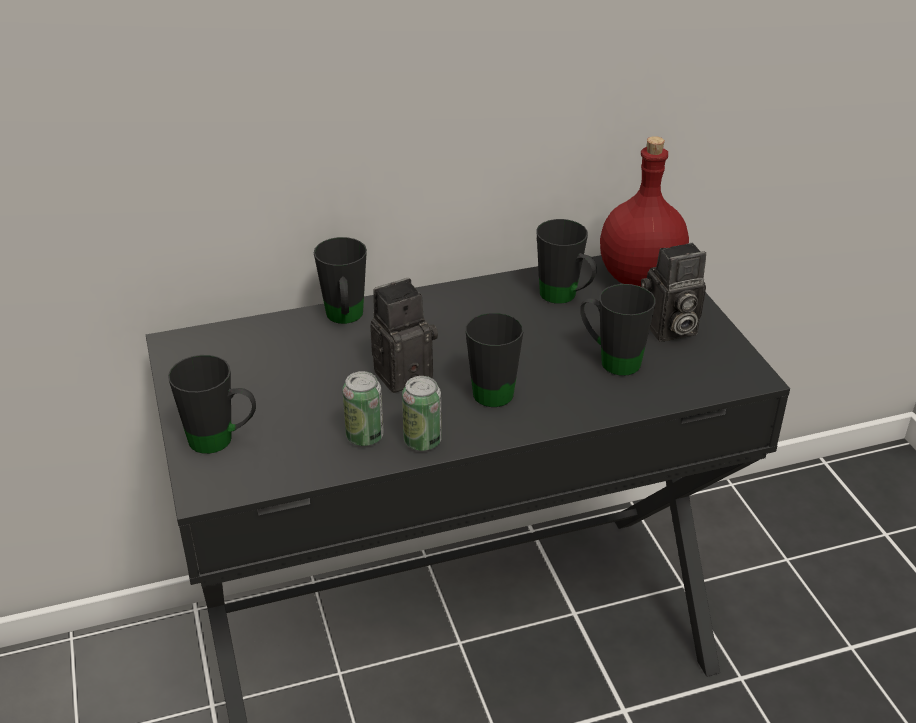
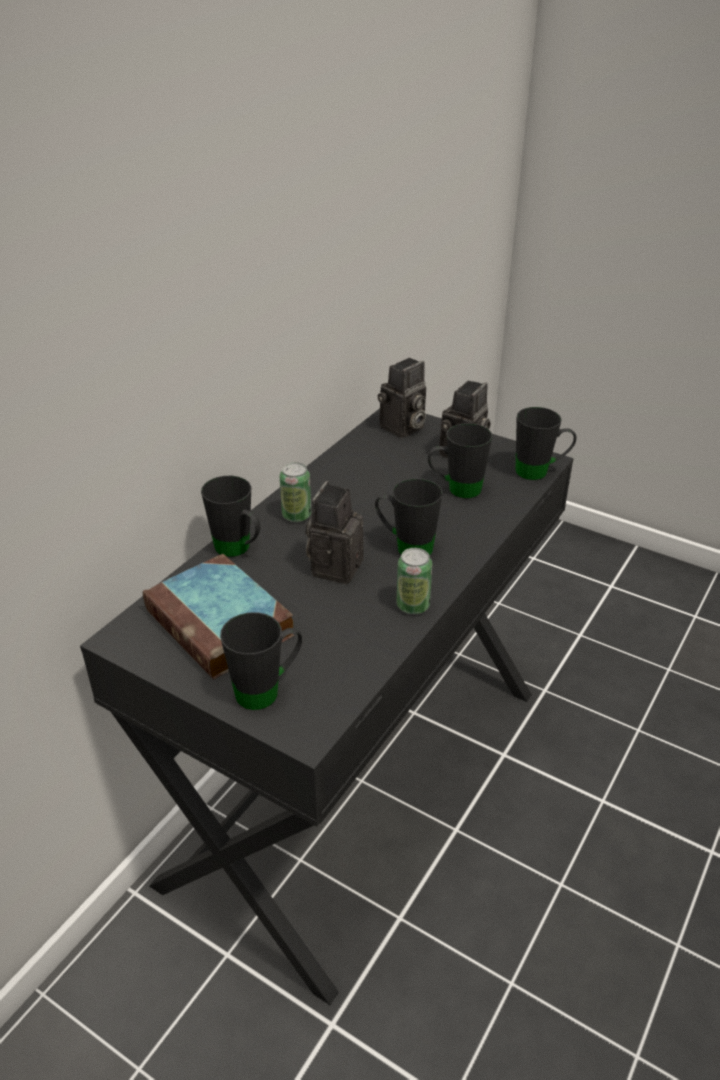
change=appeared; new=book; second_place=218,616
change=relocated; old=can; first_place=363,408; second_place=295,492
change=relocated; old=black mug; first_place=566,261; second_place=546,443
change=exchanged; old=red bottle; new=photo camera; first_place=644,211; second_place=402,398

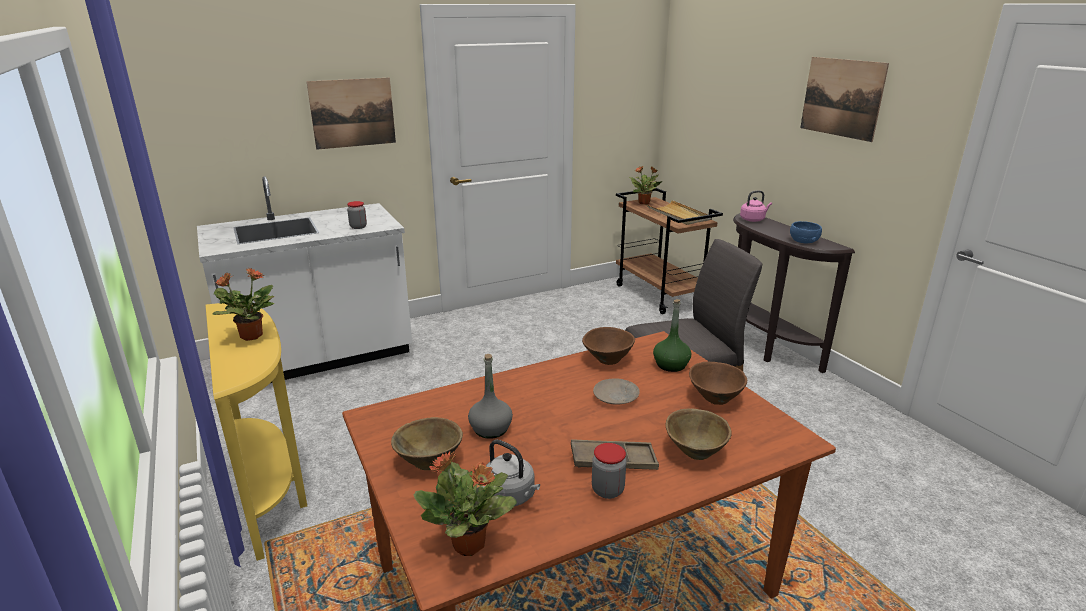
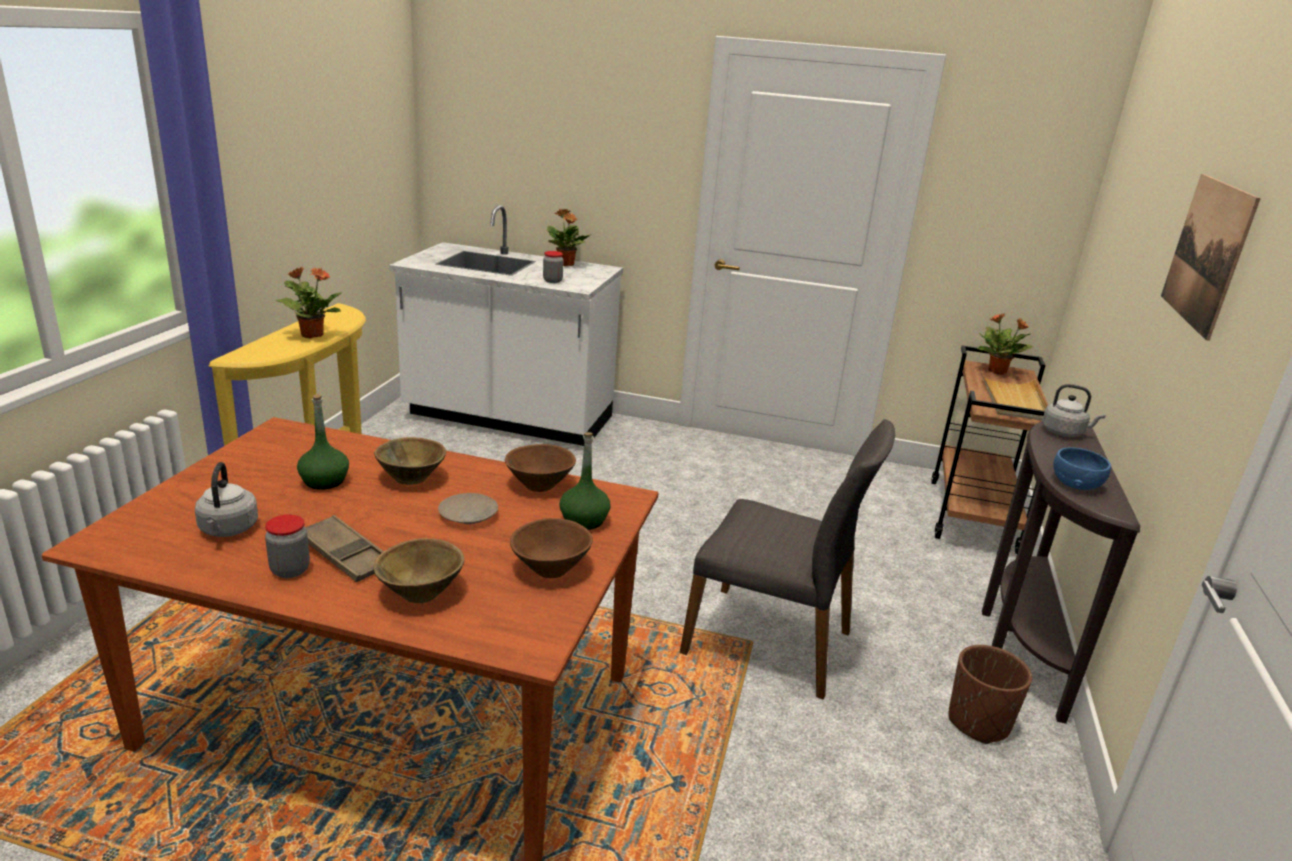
change=missing; old=picture; first_place=351,114
change=appeared; new=brown planter; second_place=990,694
change=relocated; old=brown bowl; first_place=427,443; second_place=410,461
change=relocated; old=potted plant; first_place=465,503; second_place=569,237
change=colour; old=grey bottle; new=green bottle; first_place=490,396; second_place=323,442
change=colour; old=pink kettle; new=grey kettle; first_place=756,206; second_place=1074,410

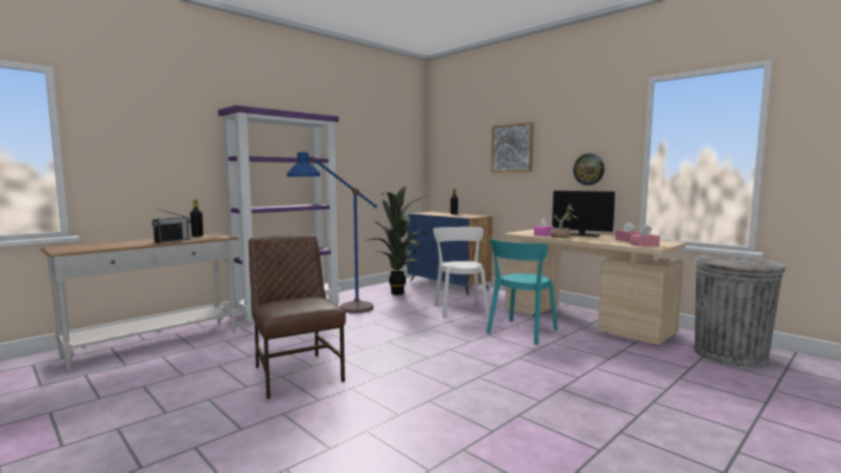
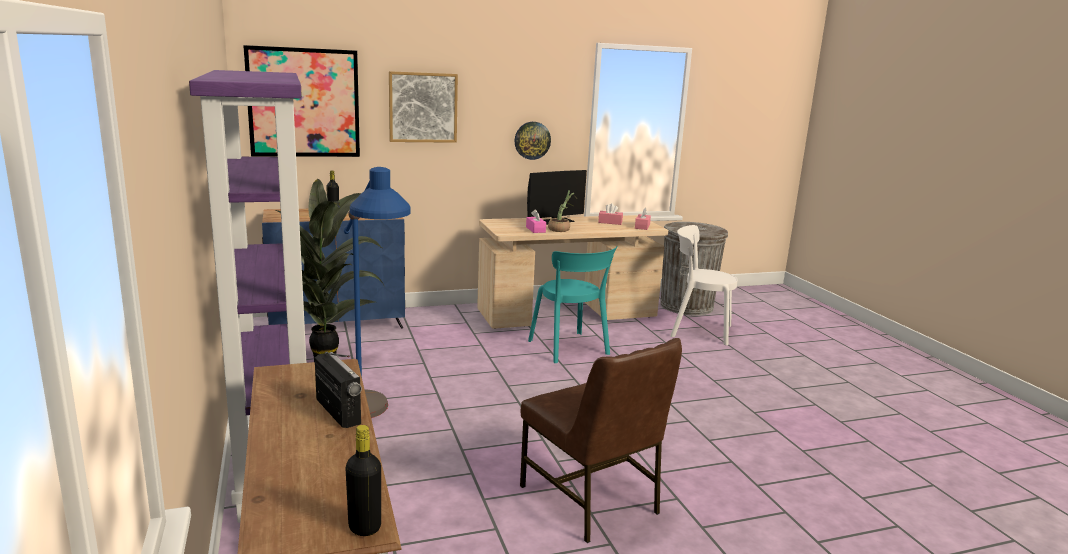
change=appeared; new=picture; second_place=301,101
change=relocated; old=black bottle; first_place=196,218; second_place=363,480
change=relocated; old=white chair; first_place=461,272; second_place=703,285
change=spun; old=brown chair; first_place=297,317; second_place=601,440; degrees=-120

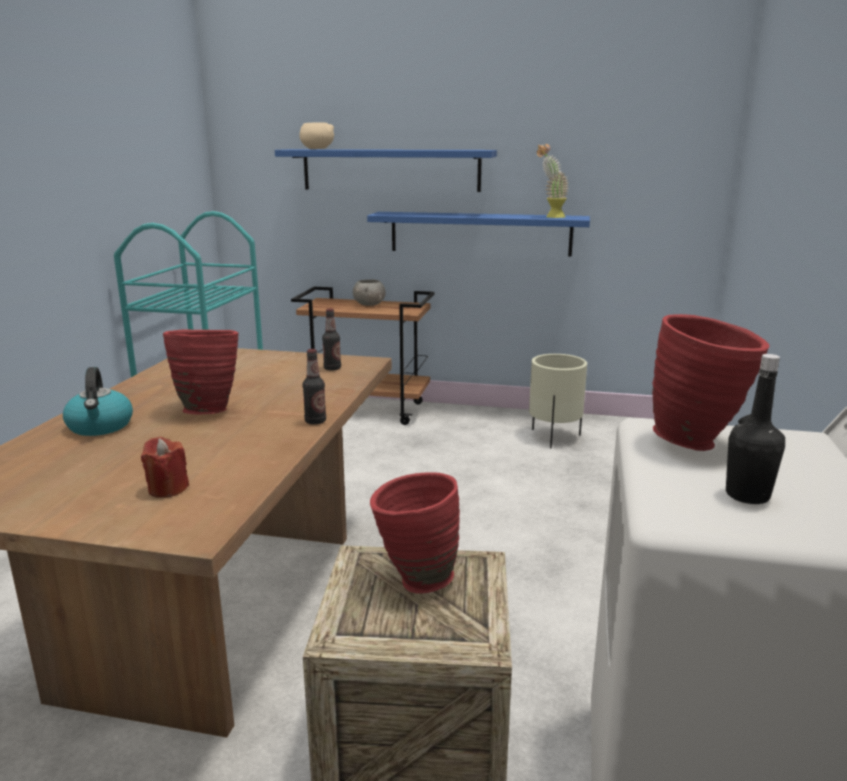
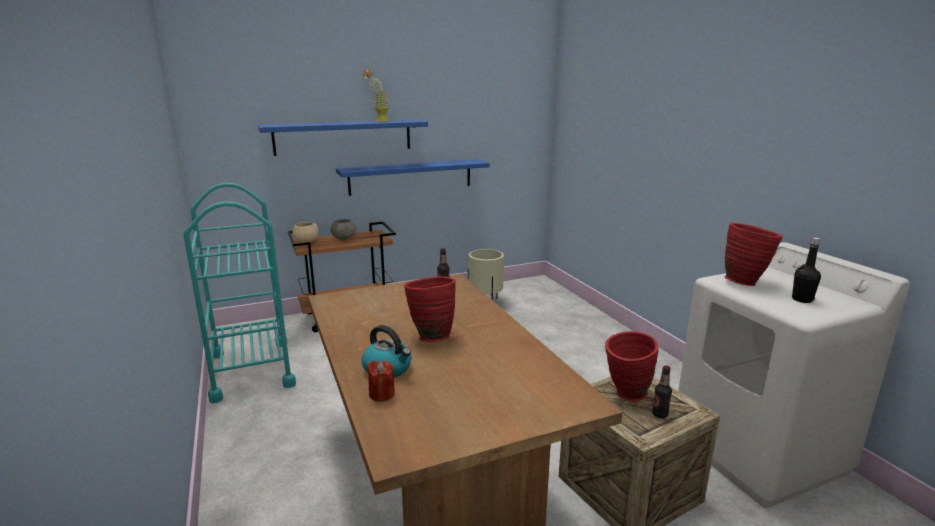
change=relocated; old=red candle; first_place=165,467; second_place=381,381
change=relocated; old=beige bowl; first_place=316,135; second_place=305,232
change=relocated; old=bottle; first_place=314,387; second_place=662,391
change=relocated; old=potted plant; first_place=553,181; second_place=376,95

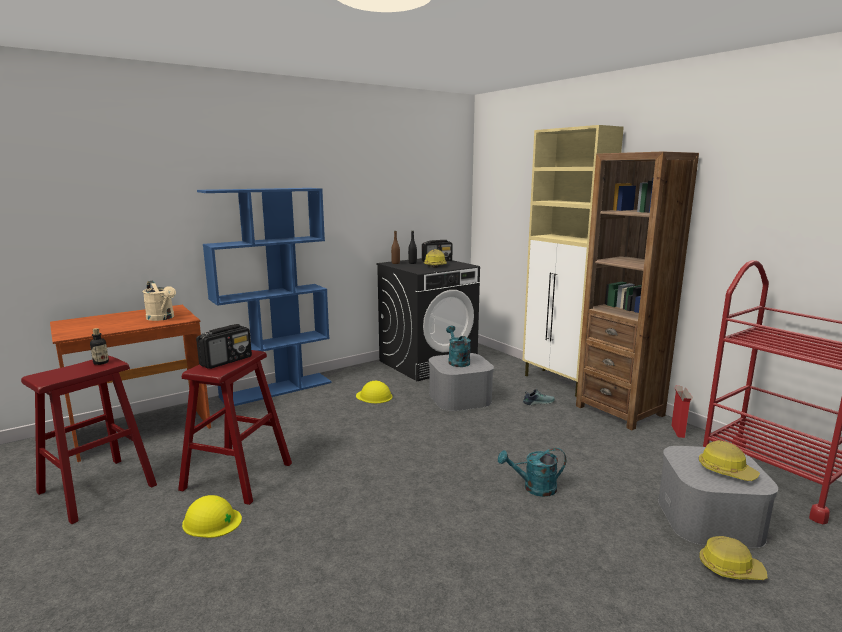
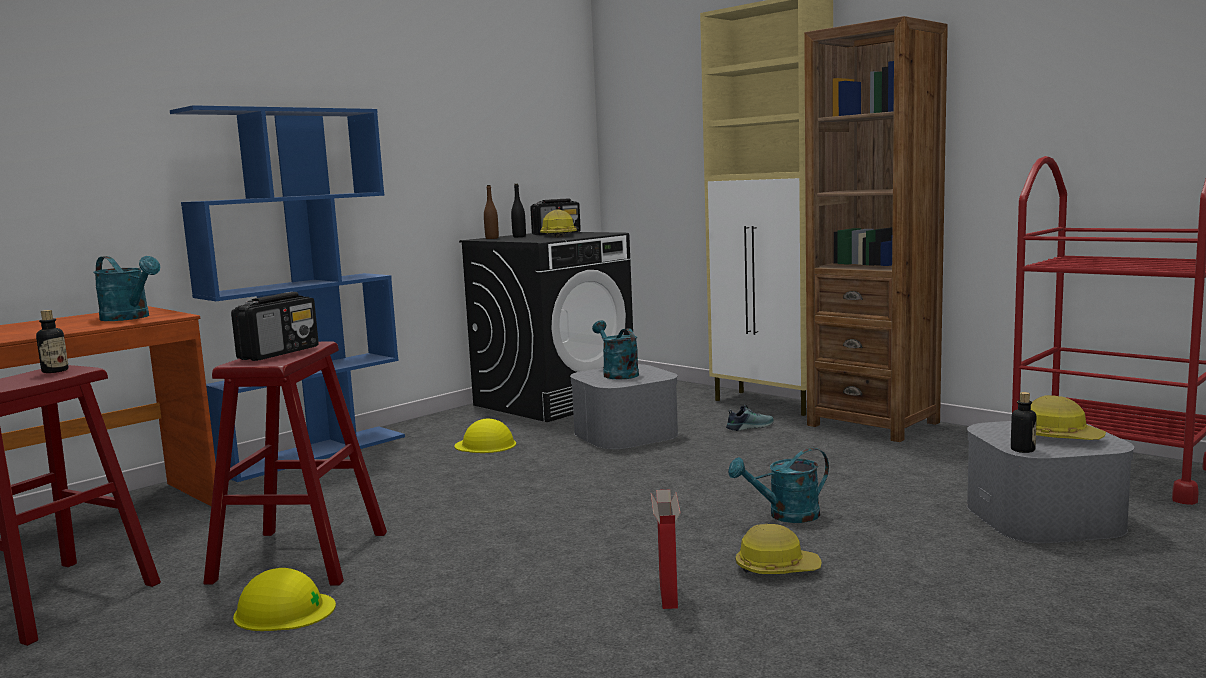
change=appeared; new=bottle; second_place=1024,422
change=relocated; old=cardboard box; first_place=682,412; second_place=665,549
change=relocated; old=hard hat; first_place=733,558; second_place=778,549
change=colour; old=beige watering can; new=turquoise watering can; first_place=159,301; second_place=127,288

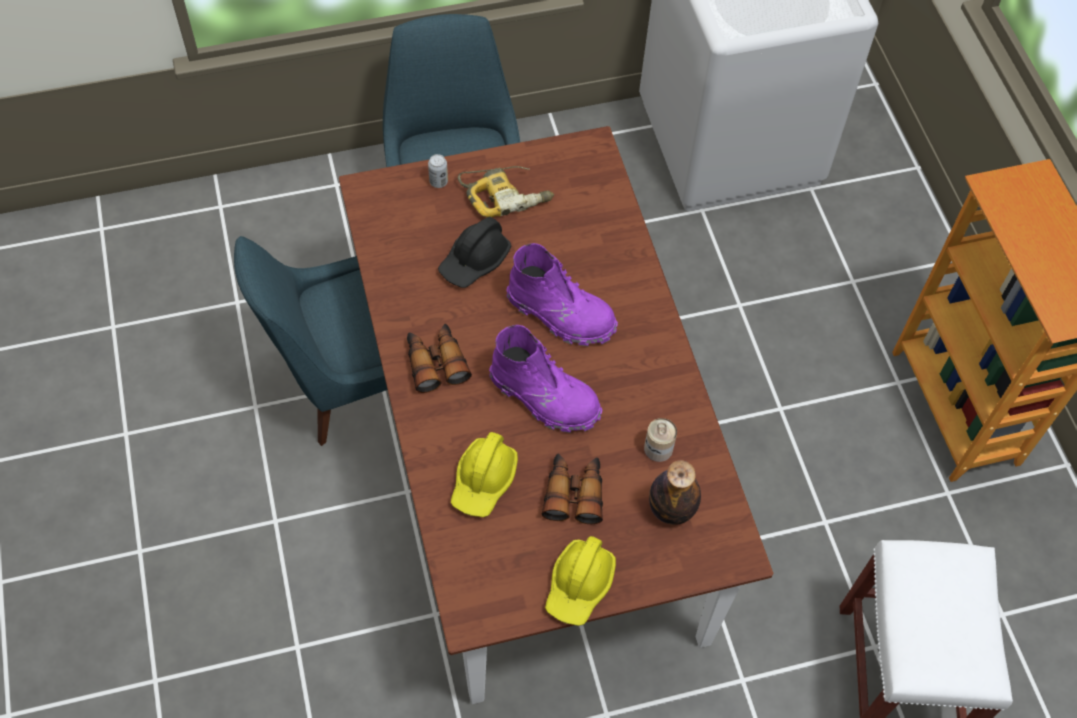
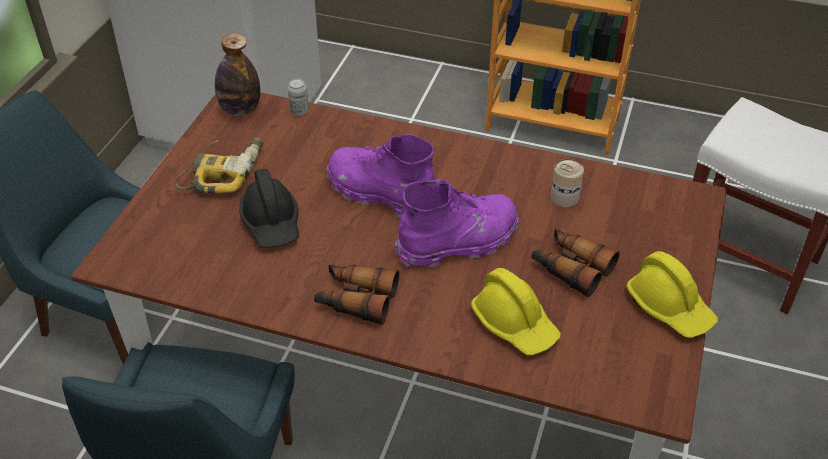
change=relocated; old=can; first_place=438,171; second_place=298,97
change=relocated; old=bottle; first_place=675,492; second_place=237,74
change=spun; old=purple boot; first_place=562,294; second_place=381,176; degrees=-120

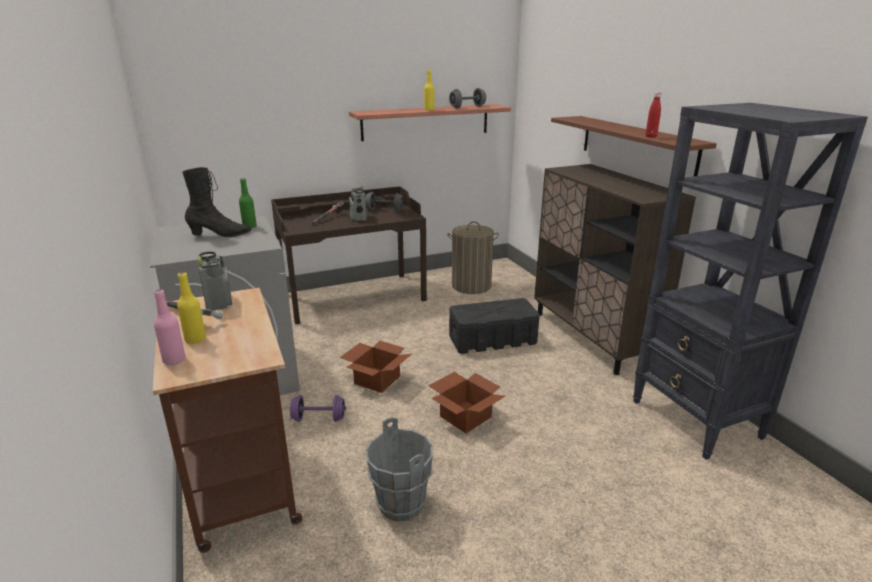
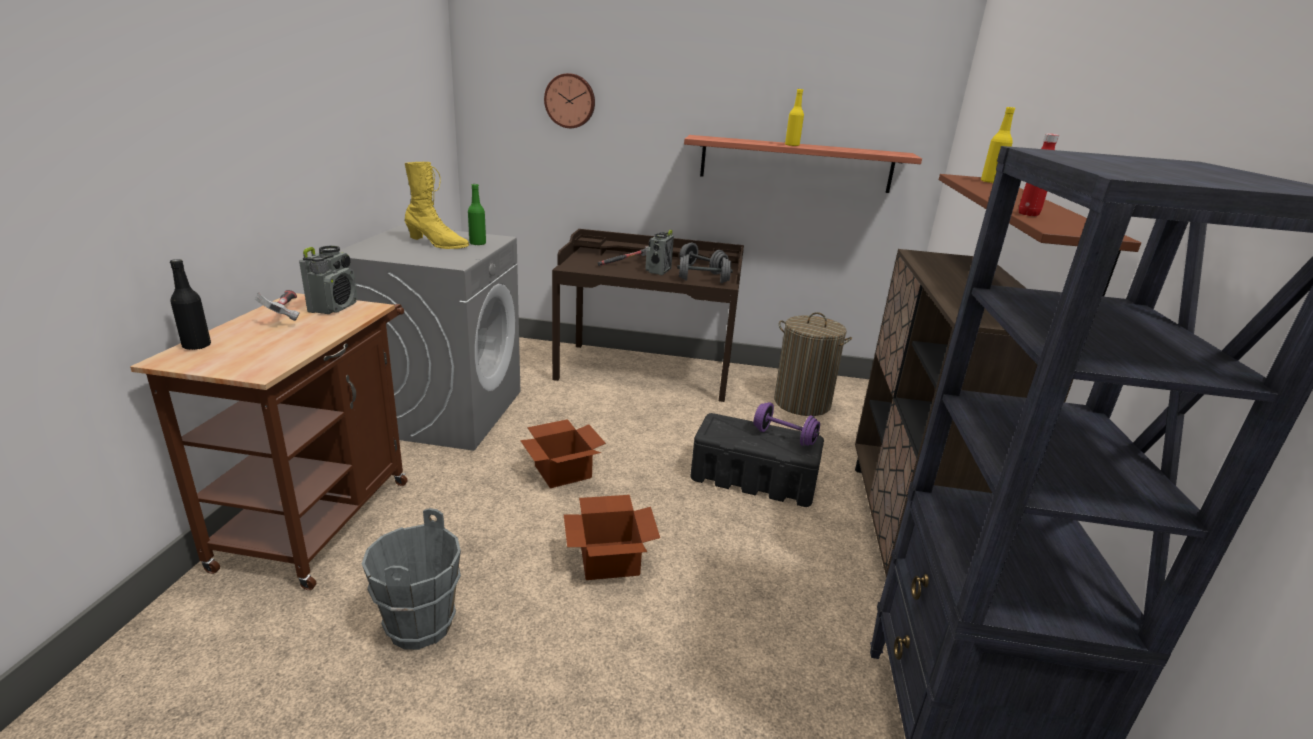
change=appeared; new=wall clock; second_place=569,100
change=relocated; old=yellow bottle; first_place=191,308; second_place=998,145
change=relocated; old=purple dumbbell; first_place=318,408; second_place=787,424
change=relocated; old=grey dumbbell; first_place=467,98; second_place=705,269
change=colour; old=pink bottle; new=black bottle; first_place=170,327; second_place=190,304
change=colour; old=black boot; new=yellow boot; first_place=217,202; second_place=437,205

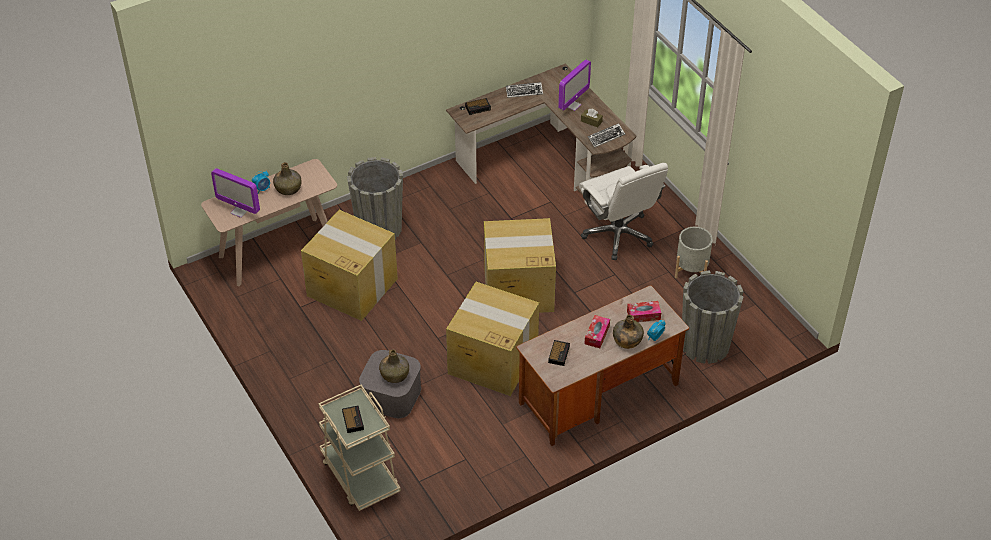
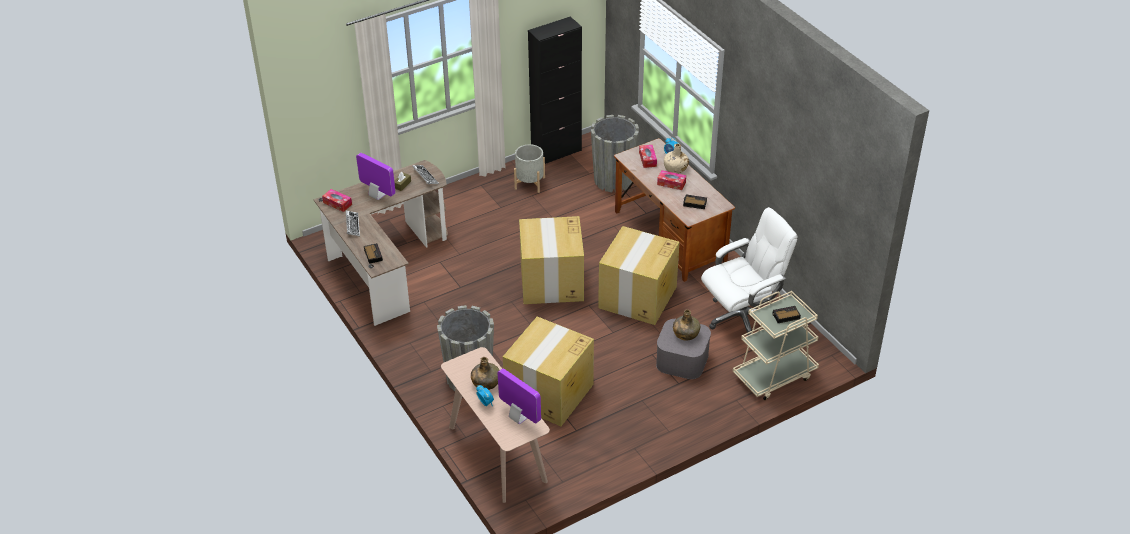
change=appeared; new=tissue box; second_place=337,200
change=appeared; new=black cabinet; second_place=555,90
change=relocated; old=white office chair; first_place=623,211; second_place=749,271
change=colour; old=green bottle; new=beige bottle; first_place=628,332; second_place=676,158
change=spun; old=monitor; first_place=235,193; second_place=519,396; degrees=-75

